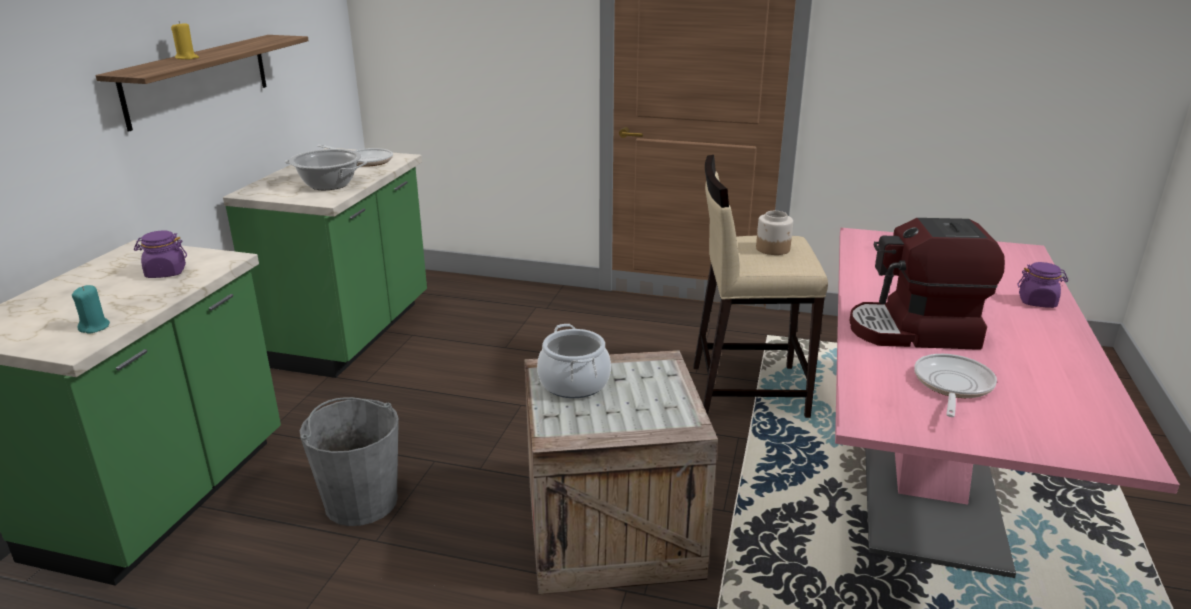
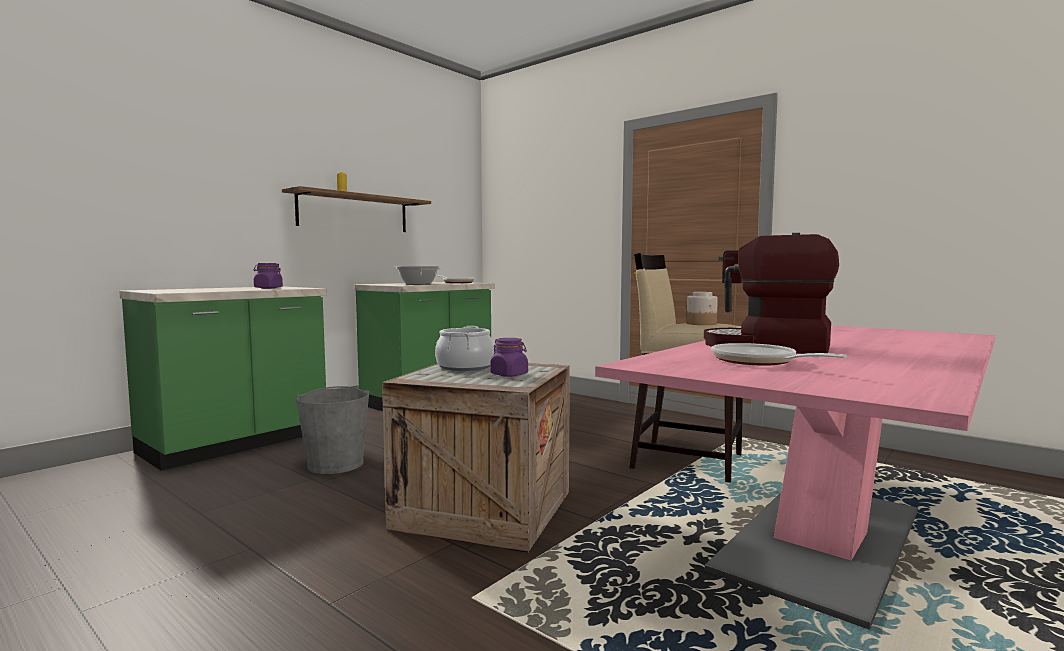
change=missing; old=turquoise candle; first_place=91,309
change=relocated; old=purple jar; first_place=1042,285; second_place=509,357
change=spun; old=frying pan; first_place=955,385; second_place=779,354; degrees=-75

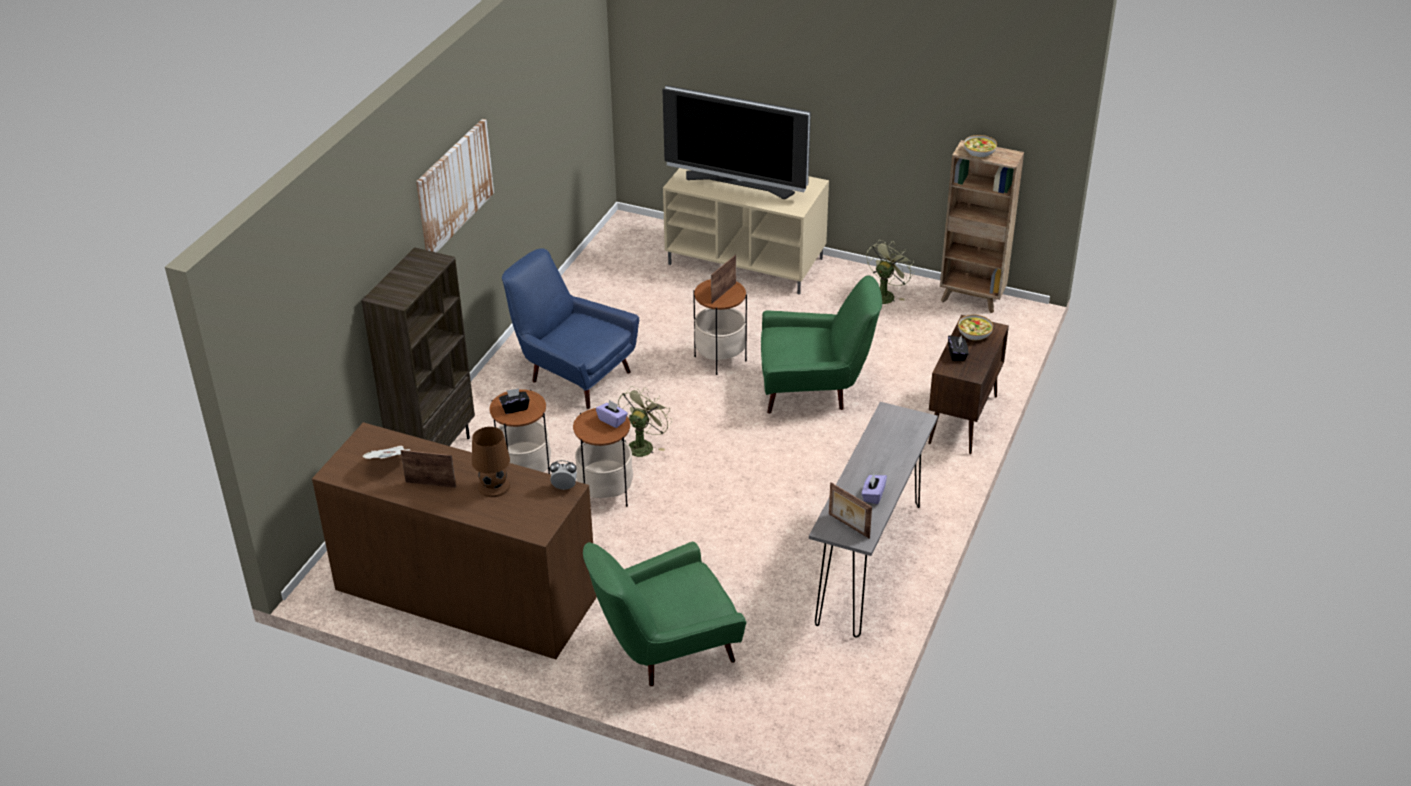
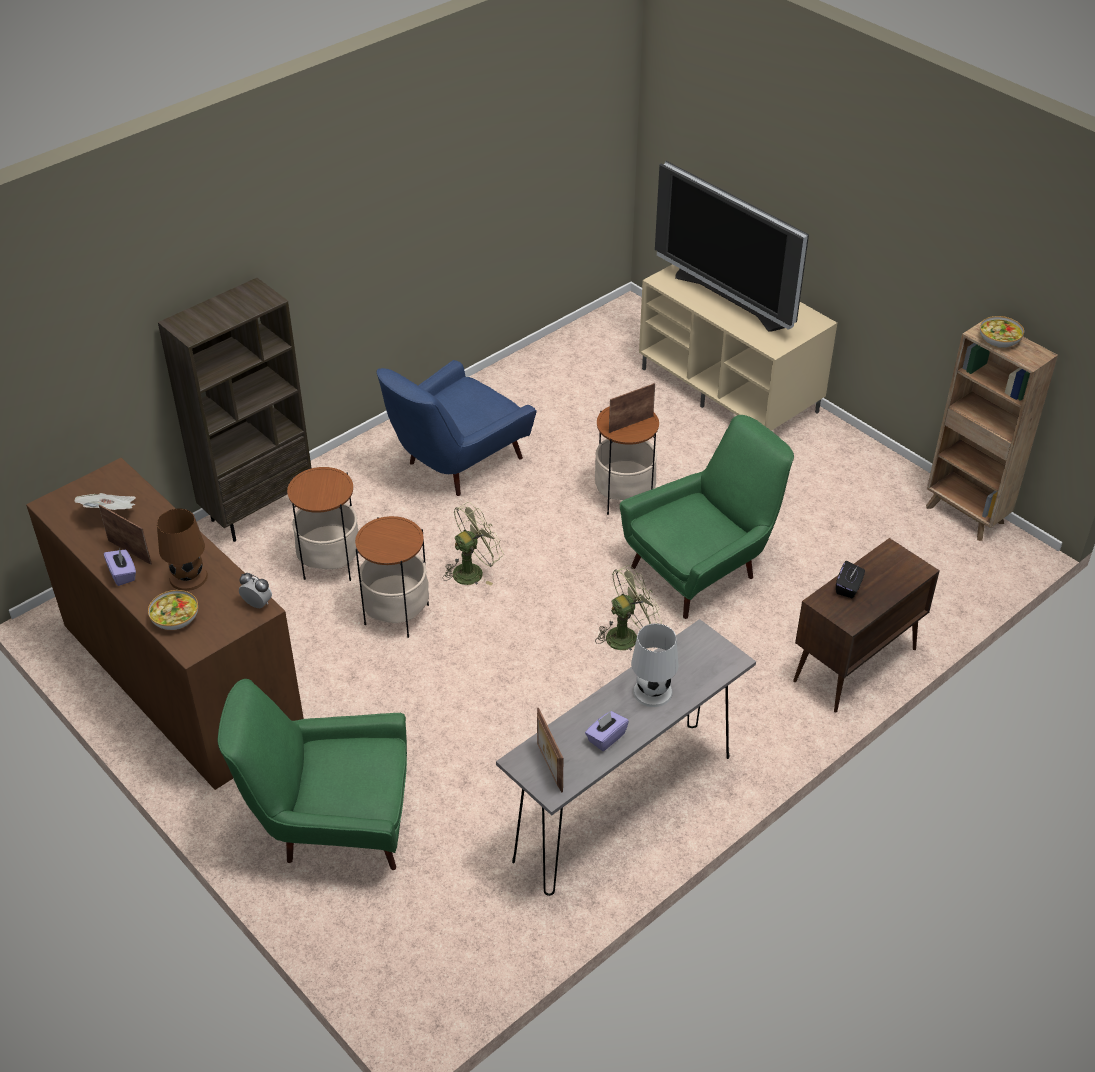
change=missing; old=picture; first_place=455,185
change=missing; old=black tissue box; first_place=514,401
change=appeared; new=white table lamp; second_place=655,665
change=relocated; old=purple tissue box; first_place=612,414; second_place=120,567
change=relocated; old=green fan; first_place=890,272; second_place=628,607
change=relocated; old=bowl; first_place=975,328; second_place=173,610
change=spun; old=blue armchair; first_place=570,328; second_place=456,428; degrees=-105
change=spun; old=green armchair; first_place=821,344; second_place=707,517; degrees=-60

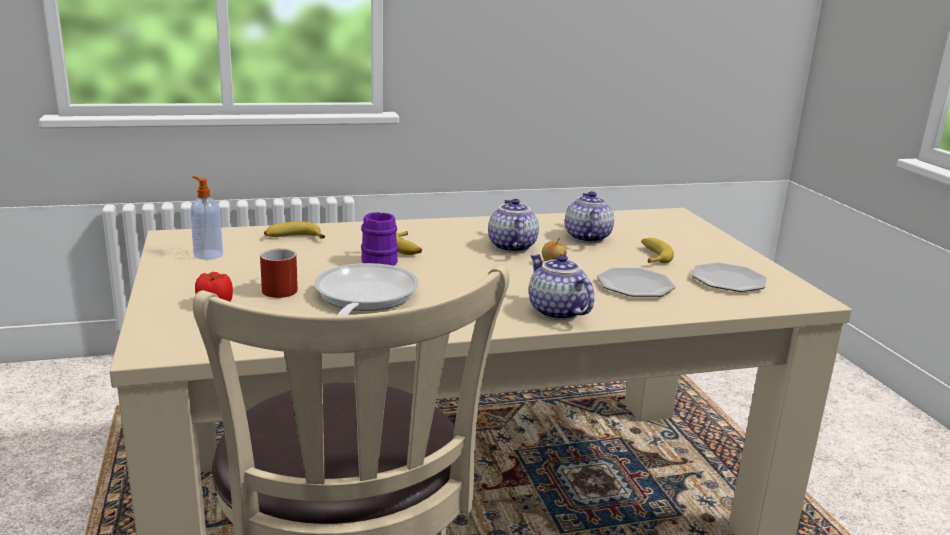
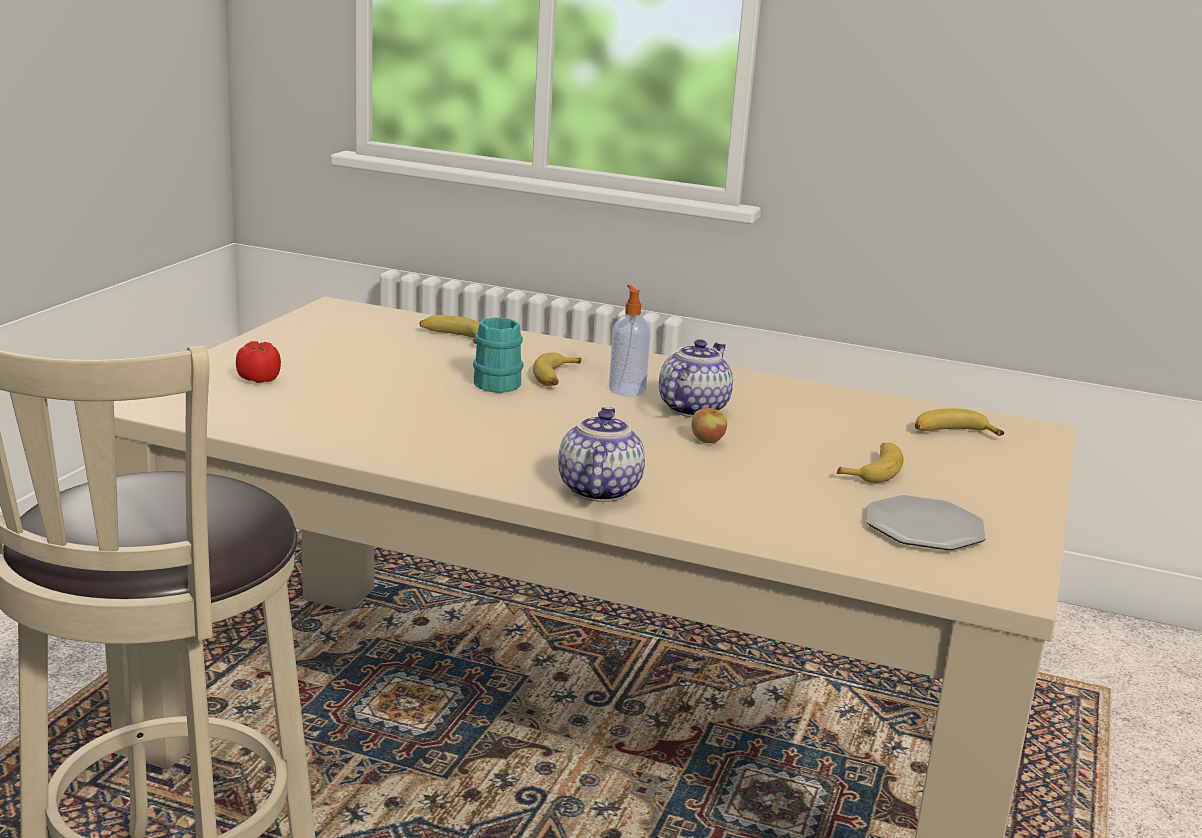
change=missing; old=red mug; first_place=279,273
change=missing; old=frying pan; first_place=366,289
change=missing; old=teapot; first_place=589,217
change=missing; old=plate; first_place=636,282
change=appeared; new=banana; second_place=959,422
change=relocated; old=soap dispenser; first_place=206,218; second_place=630,340
change=colour; old=purple mug; new=turquoise mug; first_place=379,239; second_place=498,355

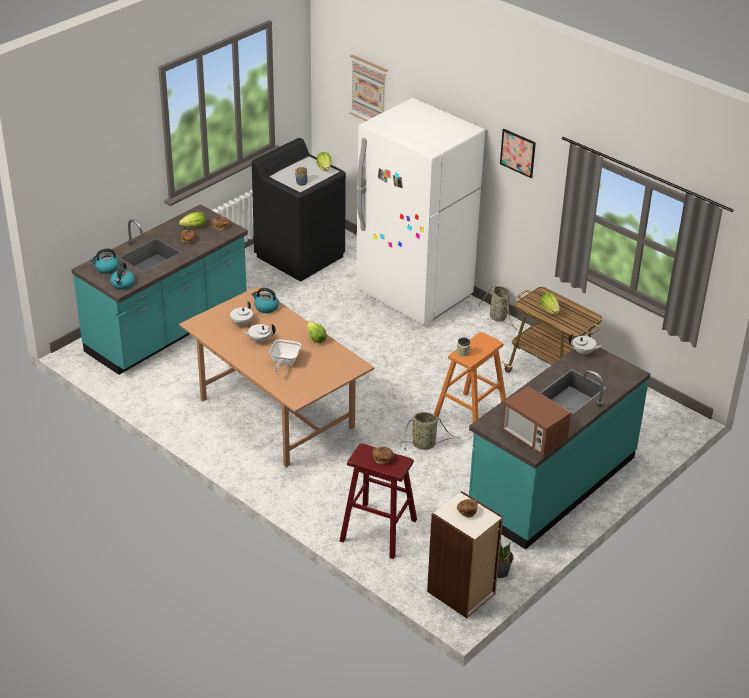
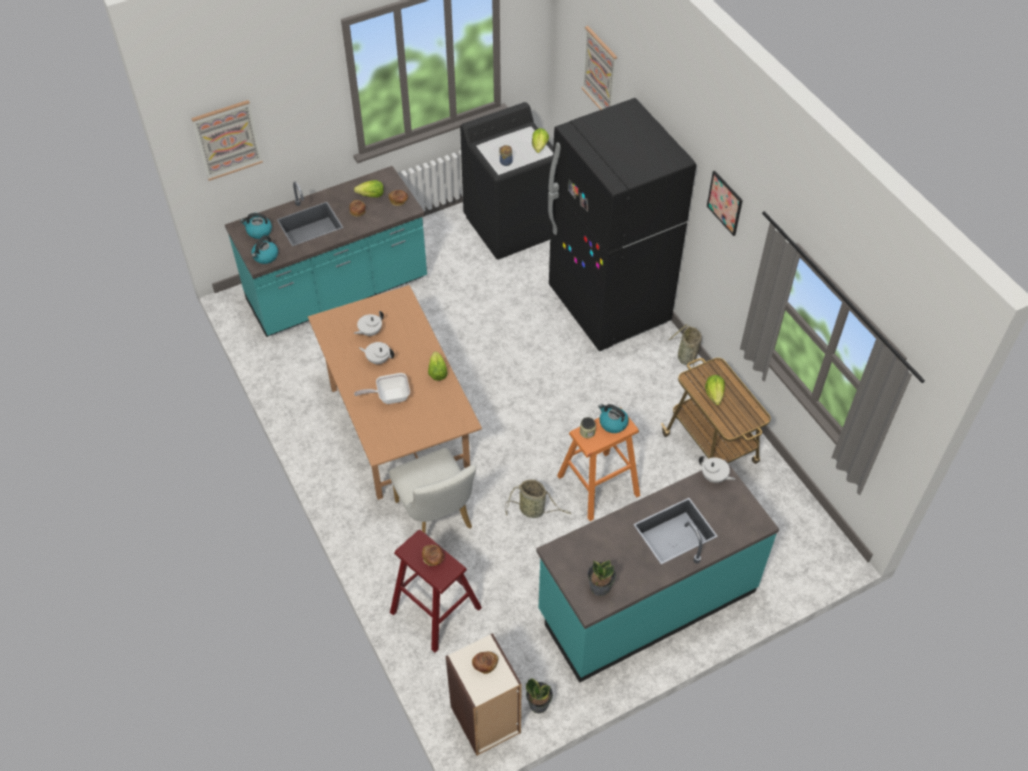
change=appeared; new=picture; second_place=227,140
change=appeared; new=white chair; second_place=432,491
change=relocated; old=kettle; first_place=265,300; second_place=613,418
change=exchanged; old=microwave; new=potted plant; first_place=536,421; second_place=602,578
change=colour; old=white fridge; new=black fridge; first_place=420,211; second_place=622,224
change=spun; old=frying pan; first_place=285,355; second_place=382,388; degrees=45

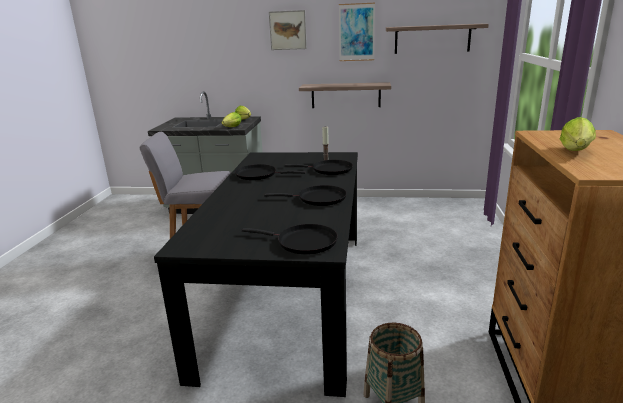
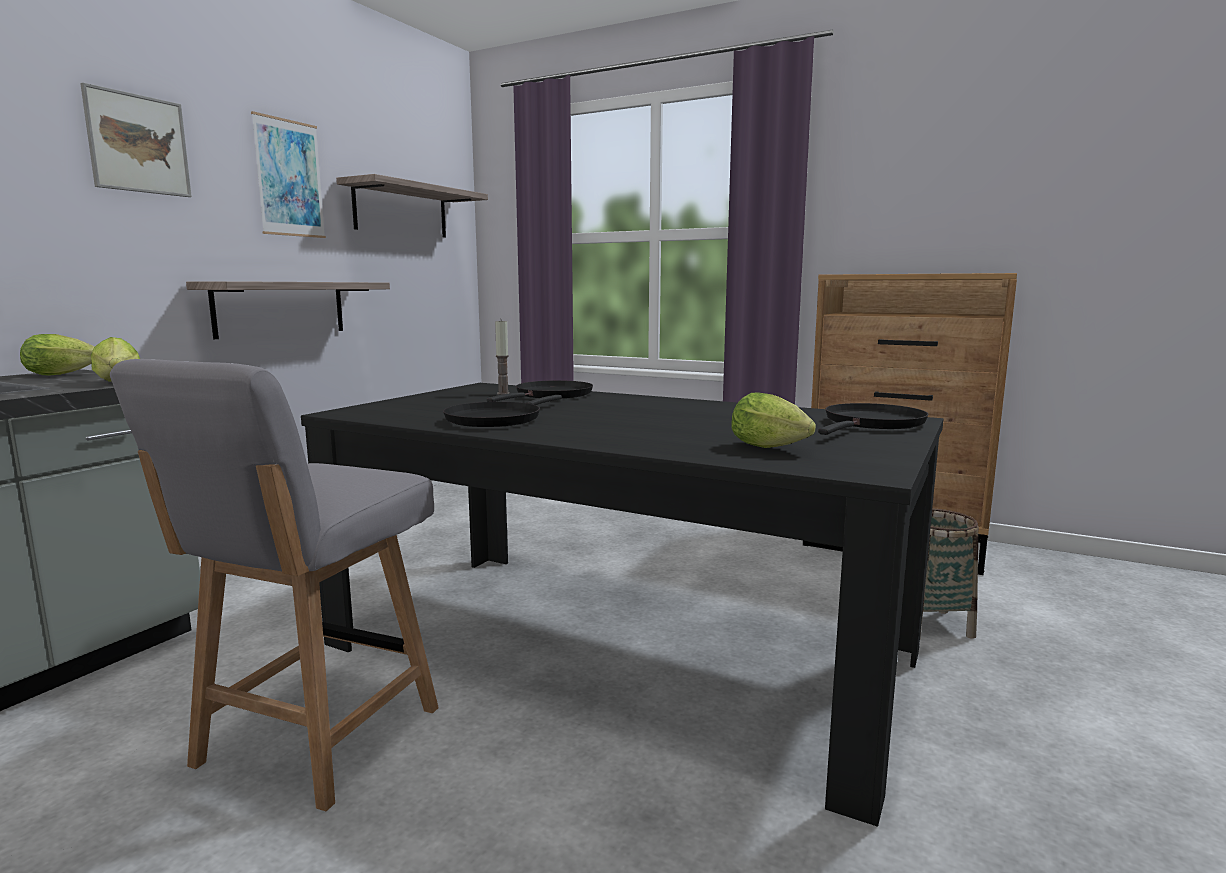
change=missing; old=black frying pan; first_place=305,195
change=relocated; old=lettuce; first_place=578,134; second_place=773,420

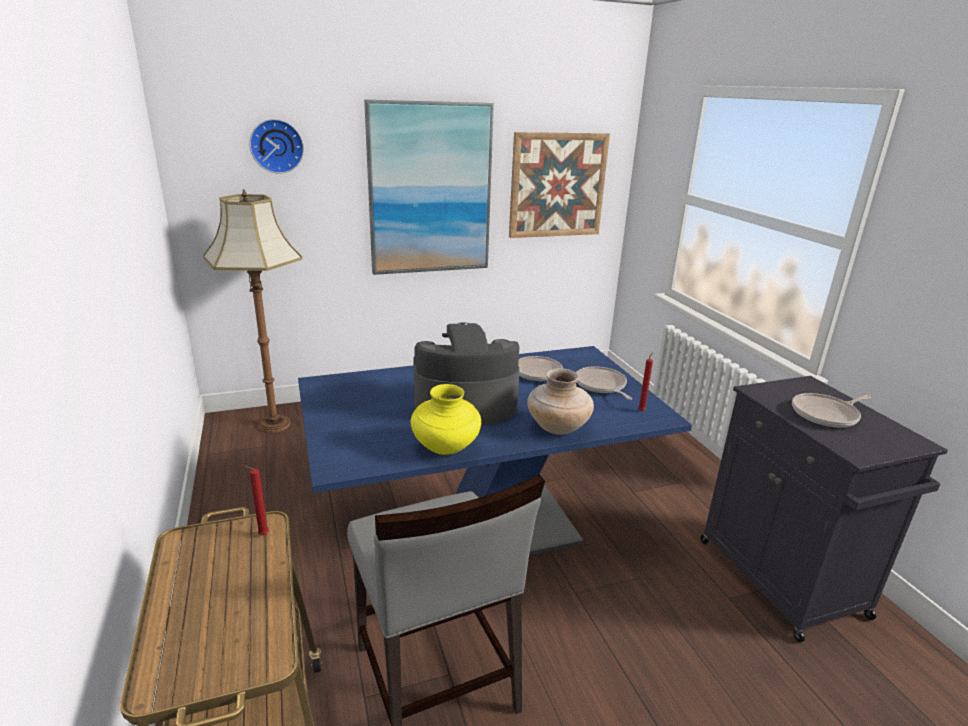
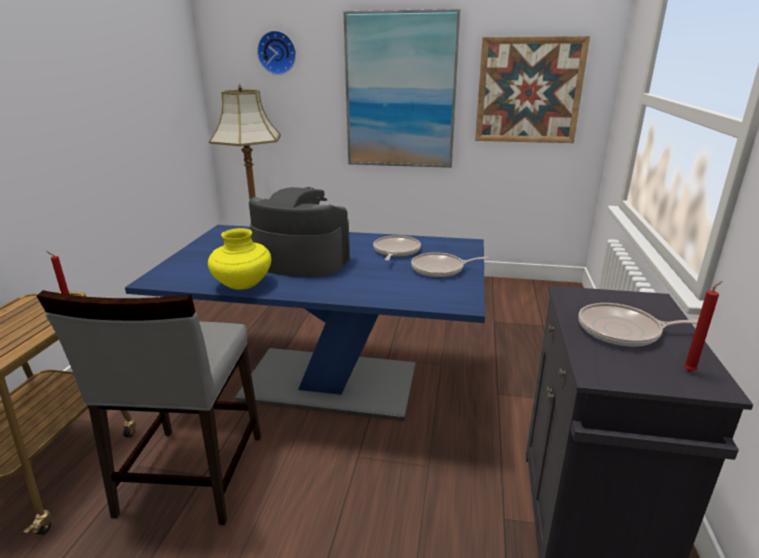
change=missing; old=beige vase; first_place=560,402
change=relocated; old=red candle; first_place=645,381; second_place=703,326
change=spun; old=frying pan; first_place=604,383; second_place=450,265; degrees=-105

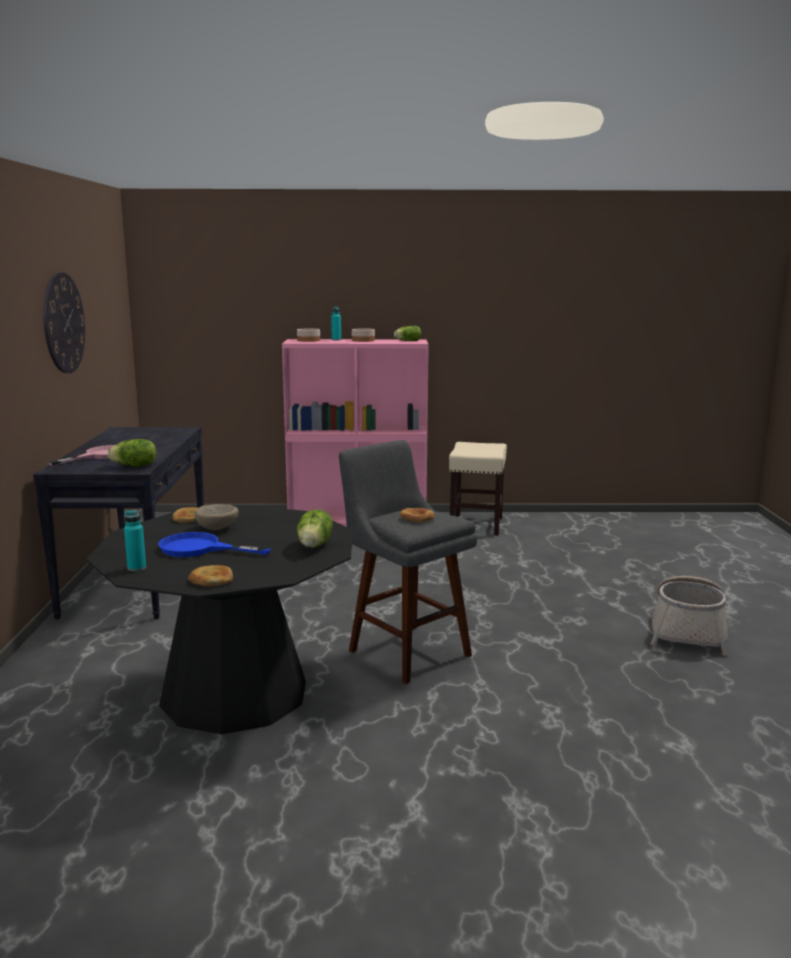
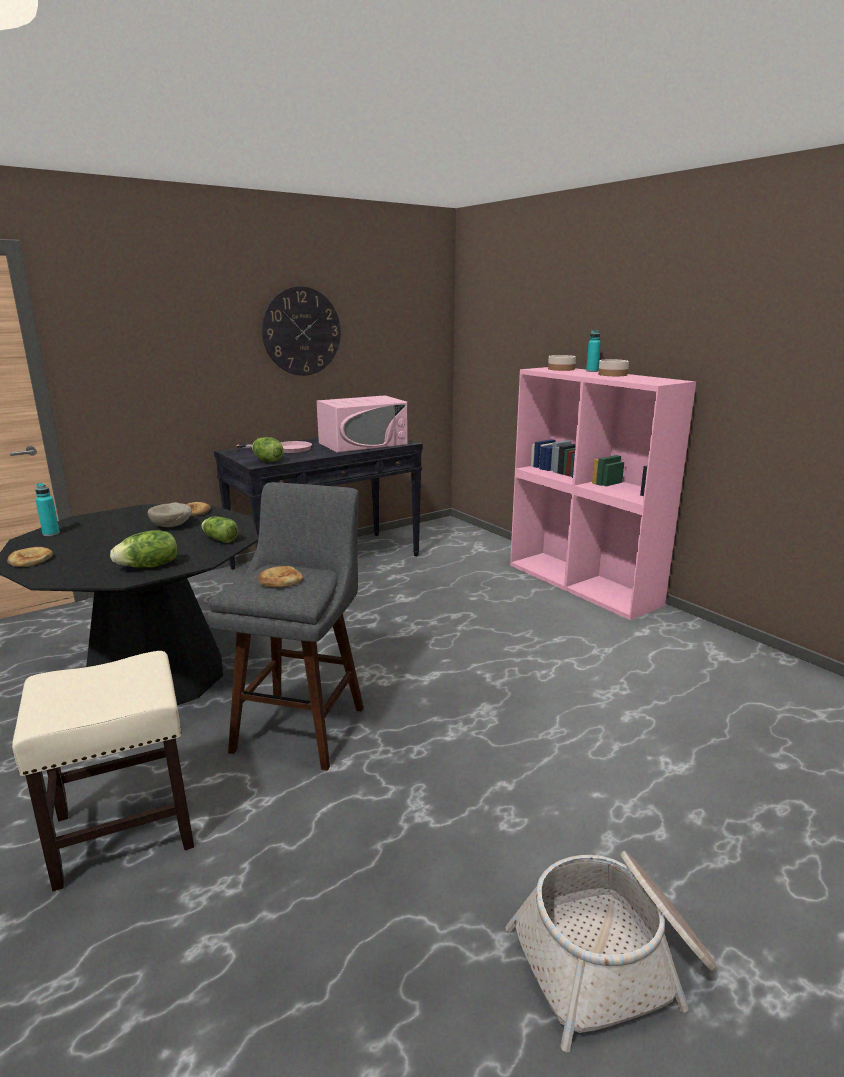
change=missing; old=blue frying pan; first_place=214,544
change=appeared; new=pink microwave; second_place=362,424
change=relocated; old=lettuce; first_place=407,333; second_place=220,529
change=relocated; old=beige stool; first_place=478,488; second_place=103,771

